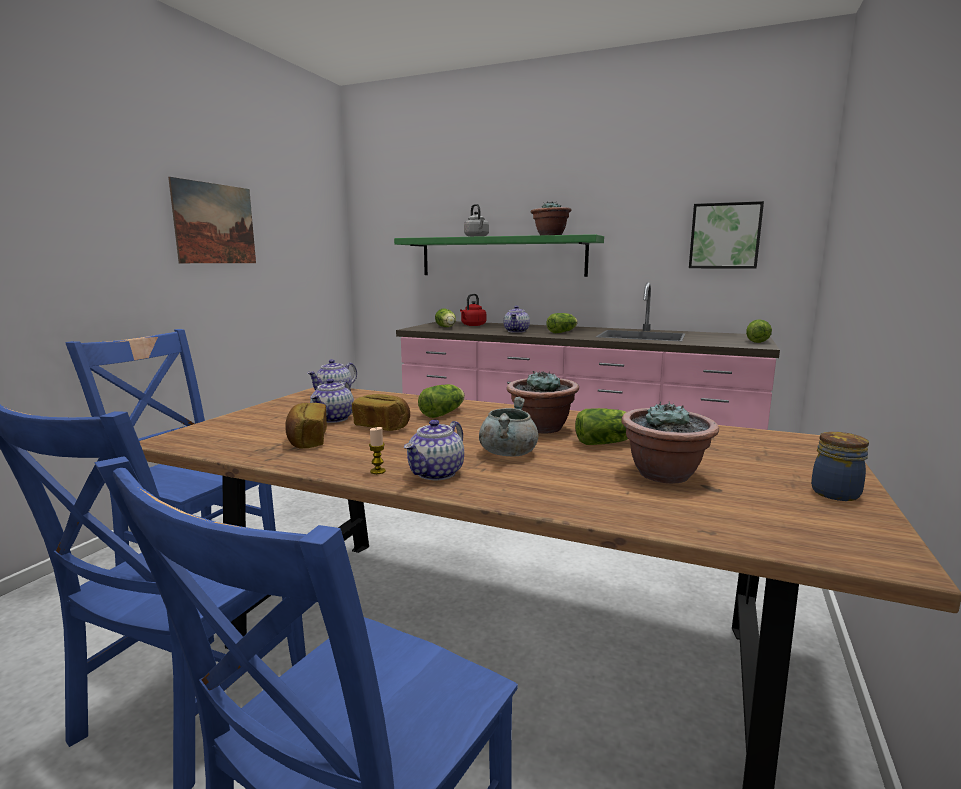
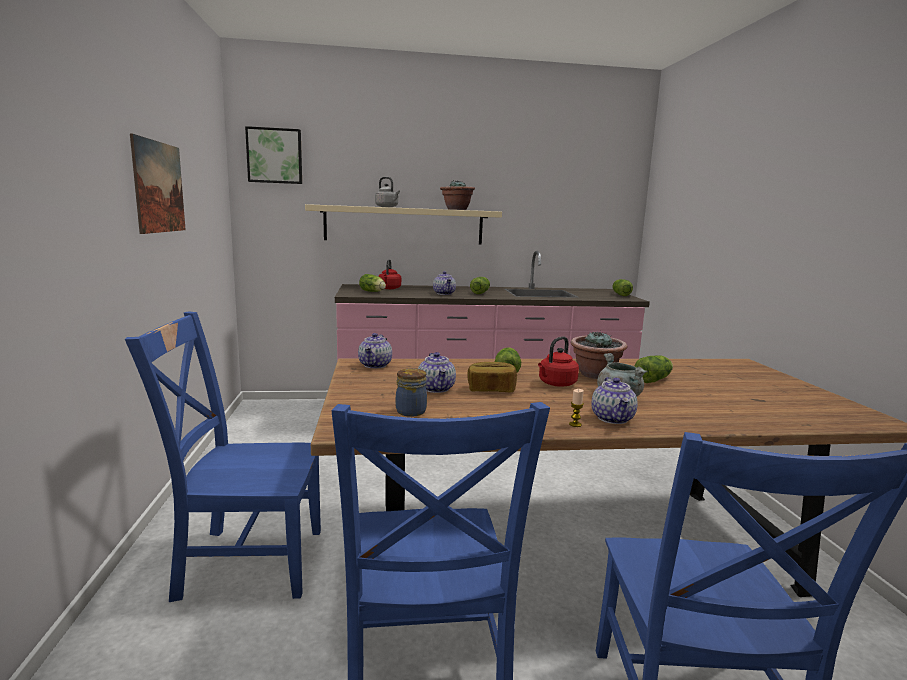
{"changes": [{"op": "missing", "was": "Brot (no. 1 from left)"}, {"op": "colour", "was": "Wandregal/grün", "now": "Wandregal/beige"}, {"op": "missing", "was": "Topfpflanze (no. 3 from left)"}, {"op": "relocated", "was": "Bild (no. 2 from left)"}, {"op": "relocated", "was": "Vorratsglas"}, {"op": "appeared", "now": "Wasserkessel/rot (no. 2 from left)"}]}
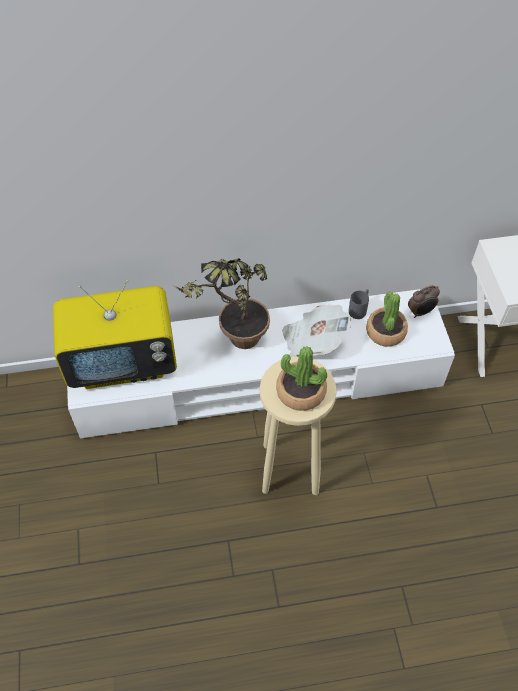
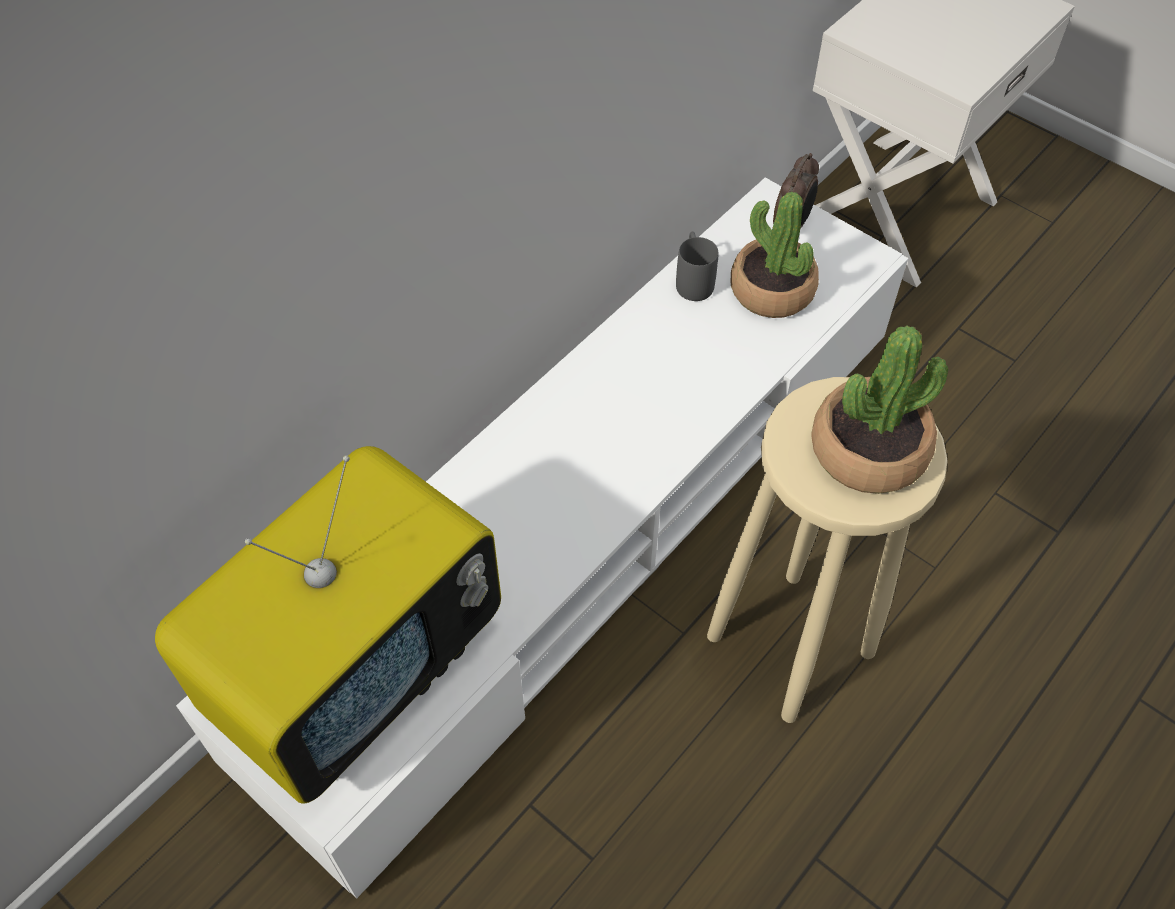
{"changes": [{"op": "missing", "was": "Topfpflanze (no. 1 from left)"}, {"op": "missing", "was": "Zeitung"}]}
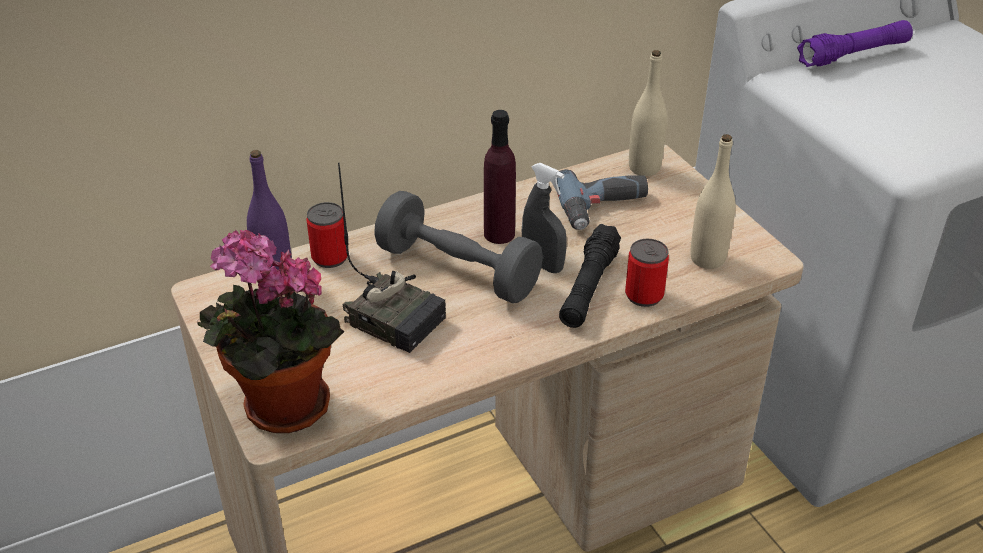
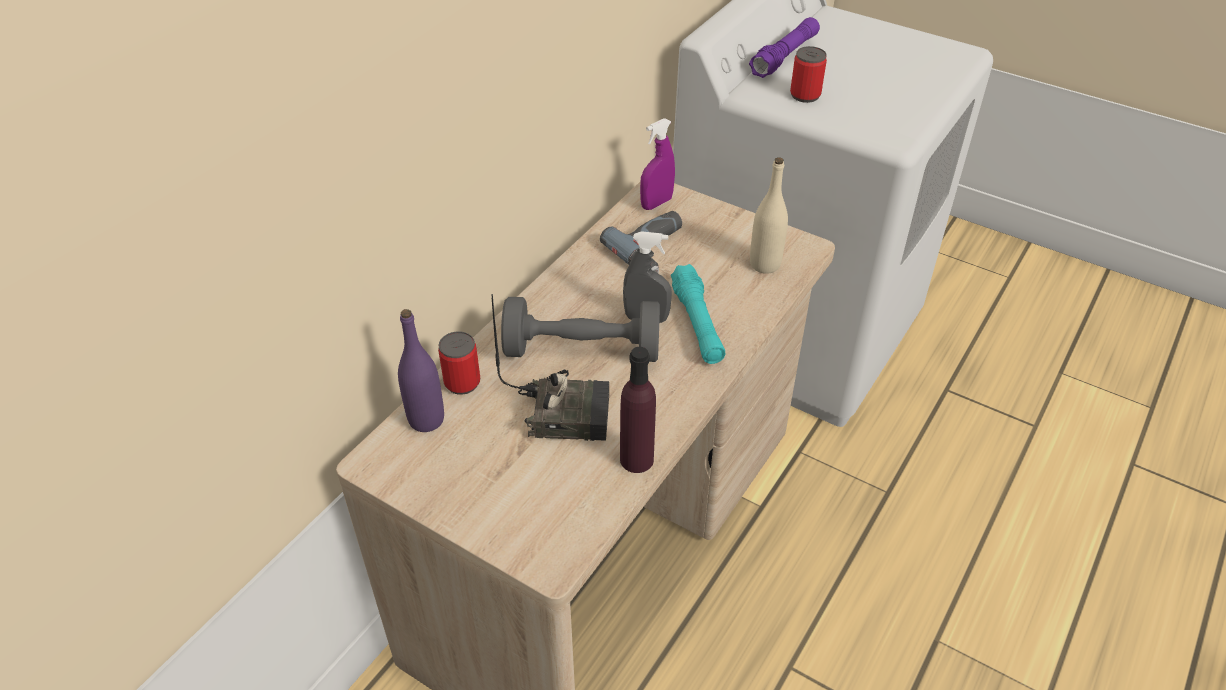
{"changes": [{"op": "missing", "was": "Topfpflanze"}, {"op": "relocated", "was": "Flasche/lila (no. 2 from left)"}, {"op": "colour", "was": "Taschenlampe/schwarz", "now": "Taschenlampe/türkis"}, {"op": "relocated", "was": "Dose (no. 2 from left)"}, {"op": "exchanged", "was": "Flasche/beige (no. 1 from left)", "now": "Sprühflasche/lila"}]}
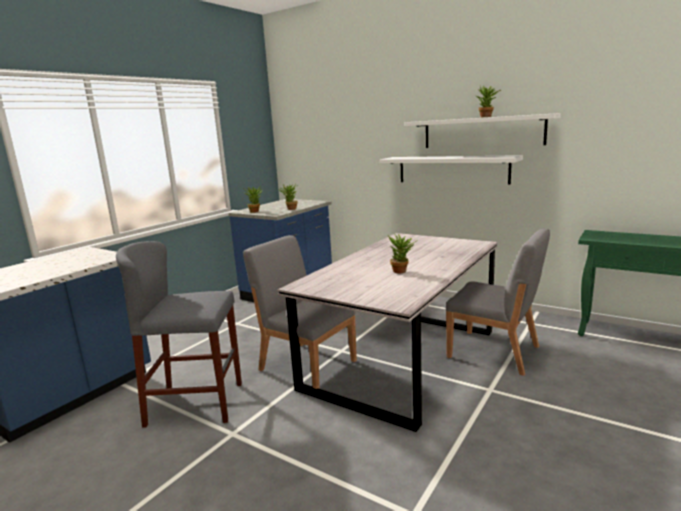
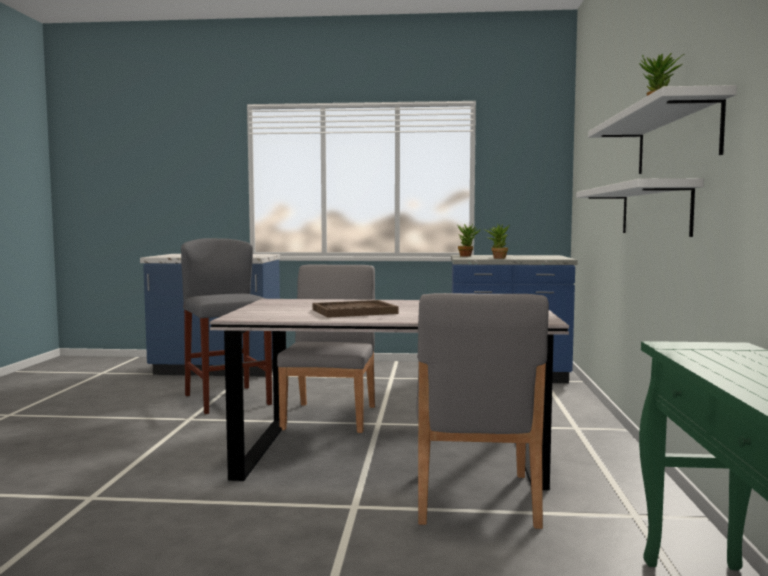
{"changes": [{"op": "exchanged", "was": "Topfpflanze (no. 3 from left)", "now": "Tablett/braun"}]}
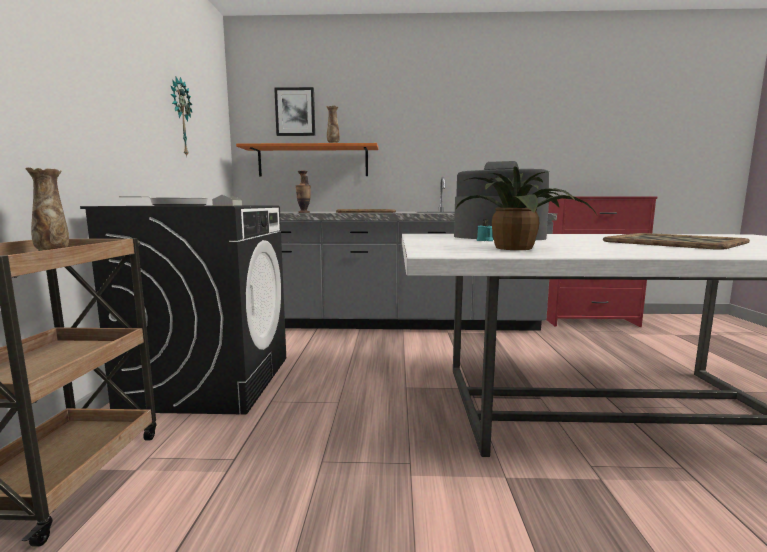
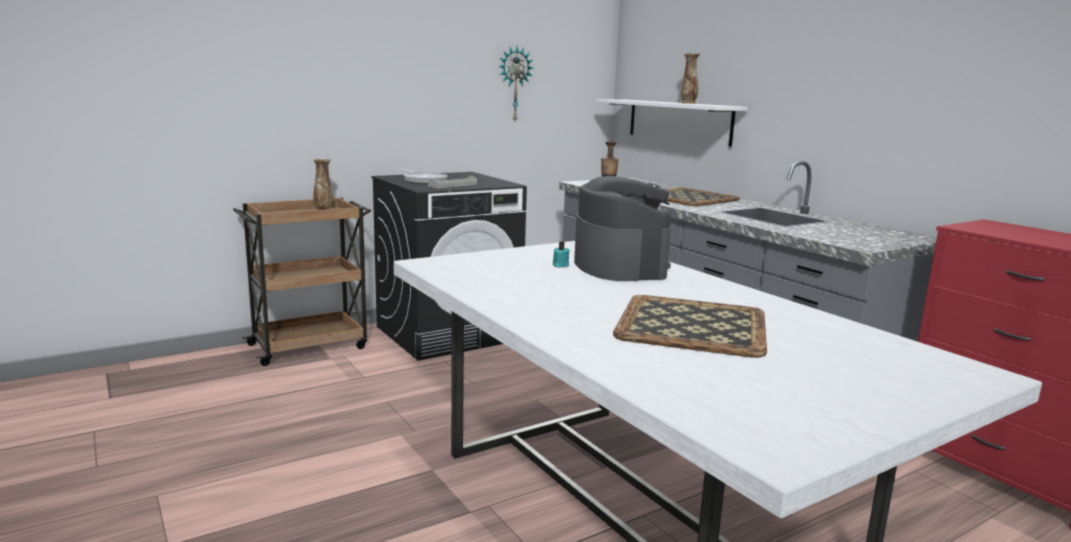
{"changes": [{"op": "colour", "was": "Wandregal/orange", "now": "Wandregal/weiß"}, {"op": "missing", "was": "Bild"}, {"op": "missing", "was": "Topfpflanze"}]}
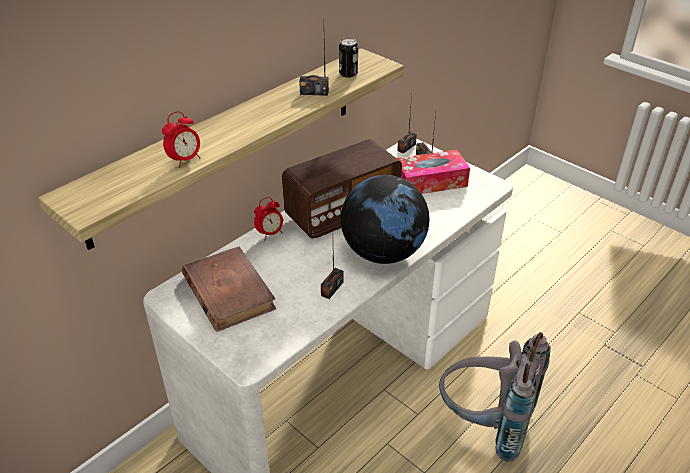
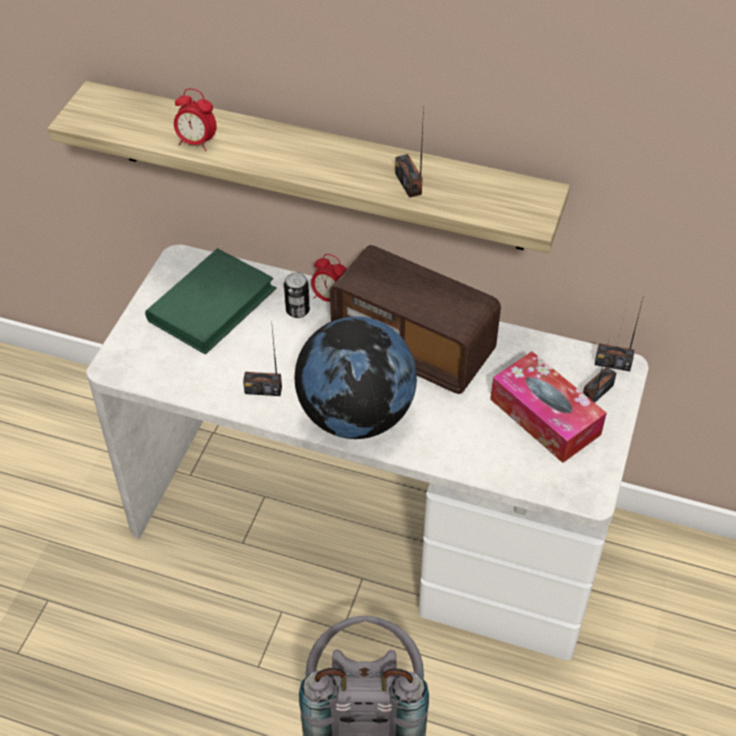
{"changes": [{"op": "colour", "was": "Buch/braun", "now": "Buch/grün"}, {"op": "relocated", "was": "Dose"}]}
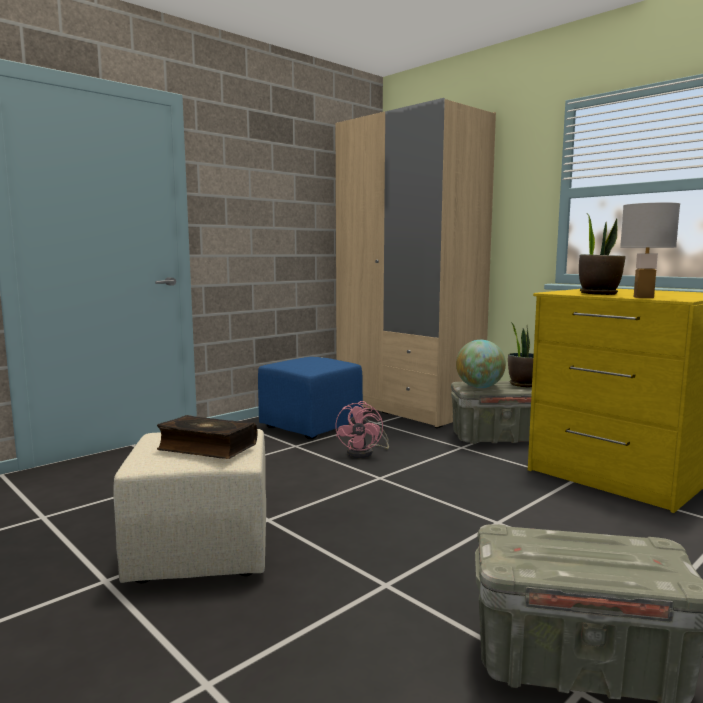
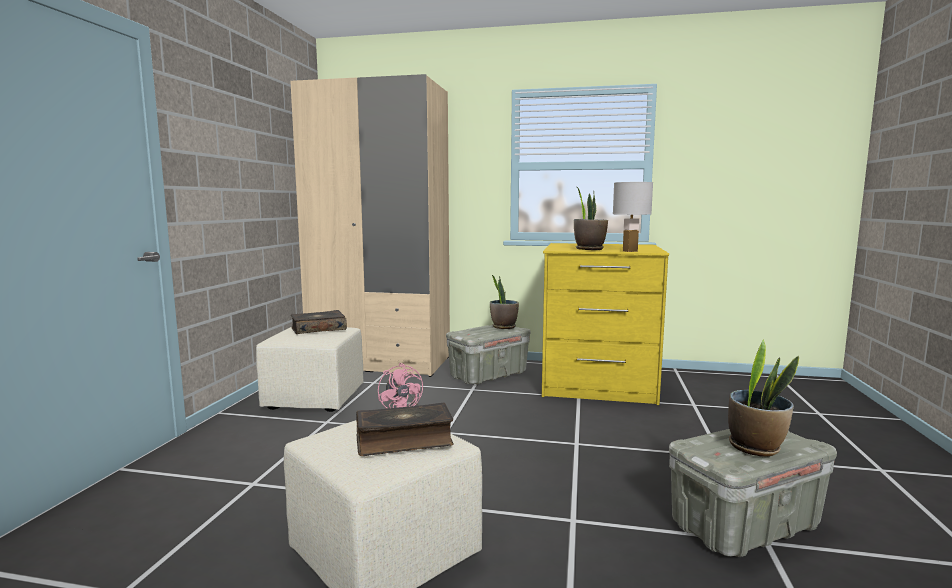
{"changes": [{"op": "colour", "was": "Polsterhocker/blau", "now": "Polsterhocker/beige (no. 1 from left)"}, {"op": "missing", "was": "Globus"}, {"op": "appeared", "now": "Buch (no. 1 from left)"}, {"op": "appeared", "now": "Topfpflanze (no. 3 from left)"}]}
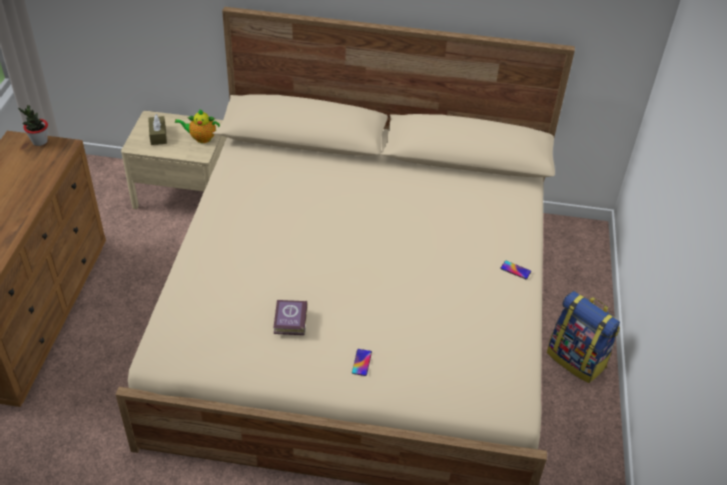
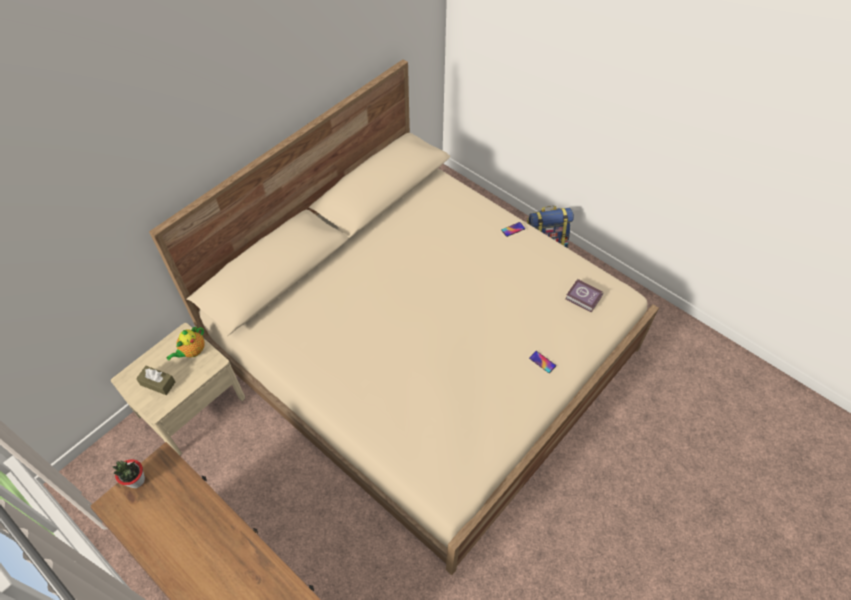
{"changes": [{"op": "relocated", "was": "Buch"}]}
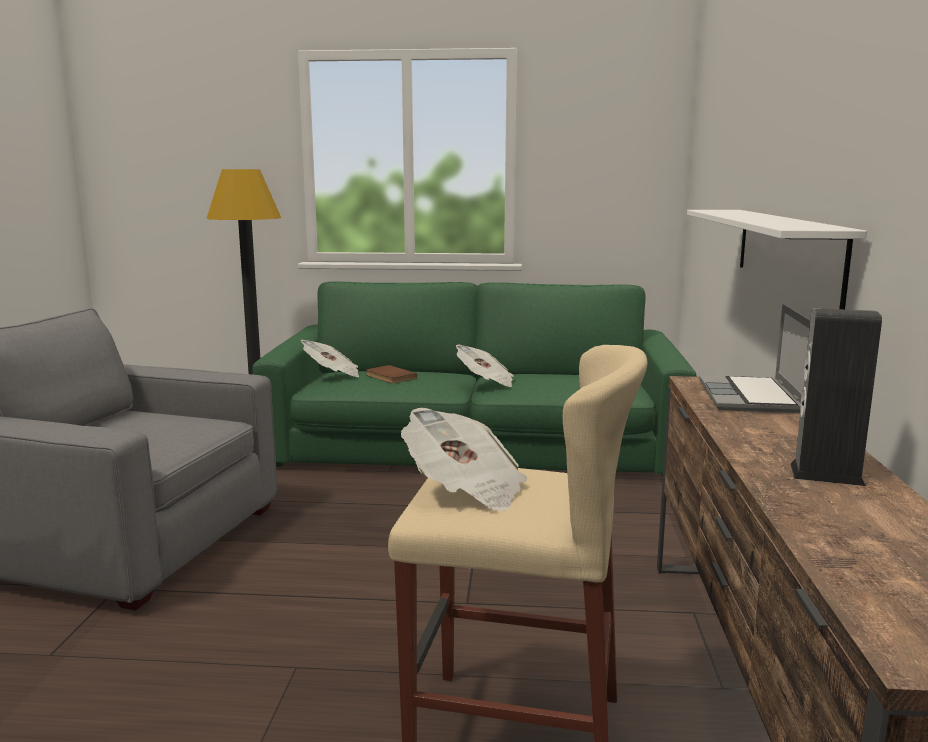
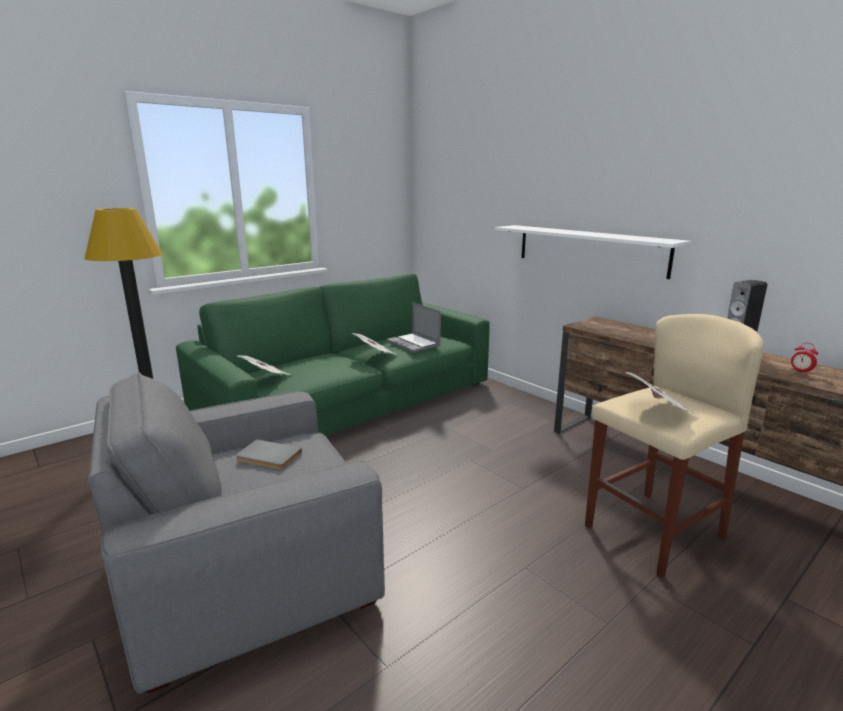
{"changes": [{"op": "missing", "was": "Buch/braun"}, {"op": "relocated", "was": "Laptop"}, {"op": "appeared", "now": "Buch/grau"}, {"op": "appeared", "now": "Wecker"}]}
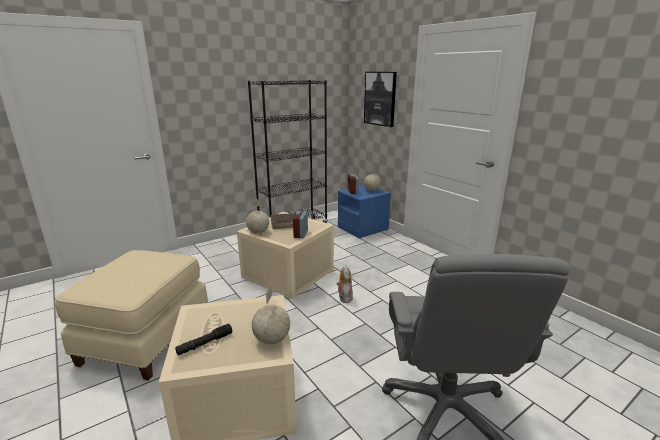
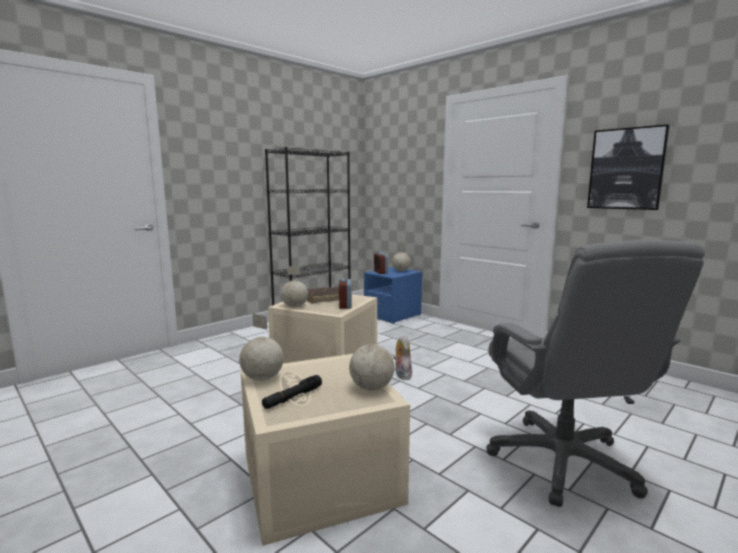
{"changes": [{"op": "missing", "was": "Polsterhocker/beige"}, {"op": "relocated", "was": "Bild"}, {"op": "appeared", "now": "Globus (no. 1 from left)"}]}
